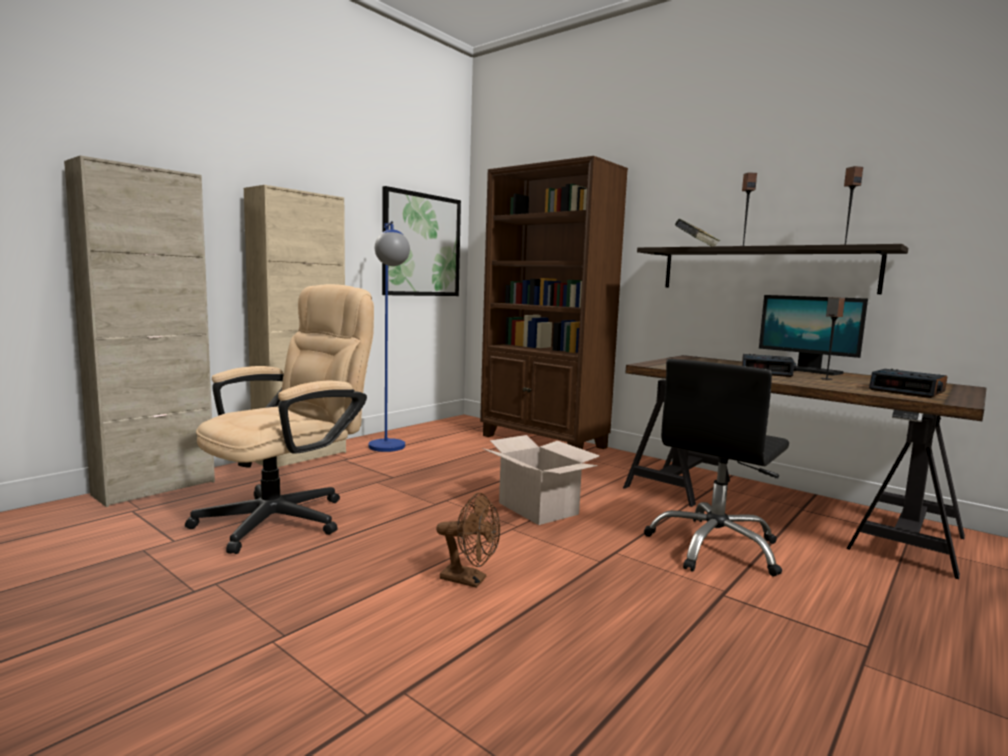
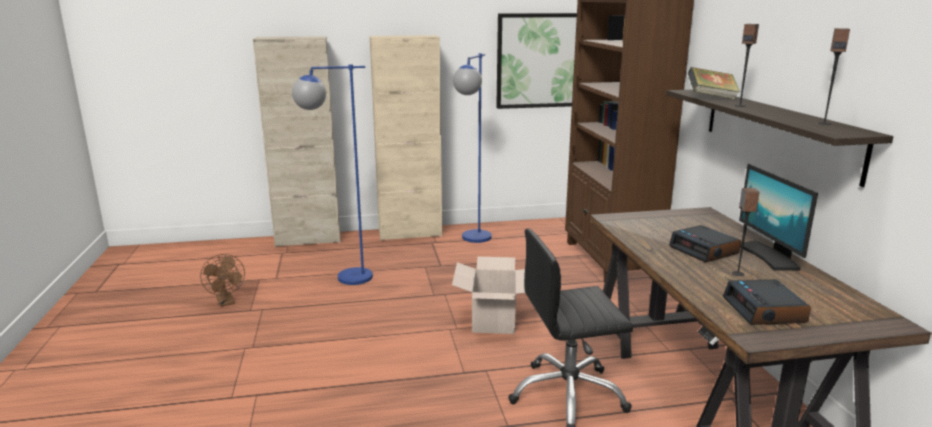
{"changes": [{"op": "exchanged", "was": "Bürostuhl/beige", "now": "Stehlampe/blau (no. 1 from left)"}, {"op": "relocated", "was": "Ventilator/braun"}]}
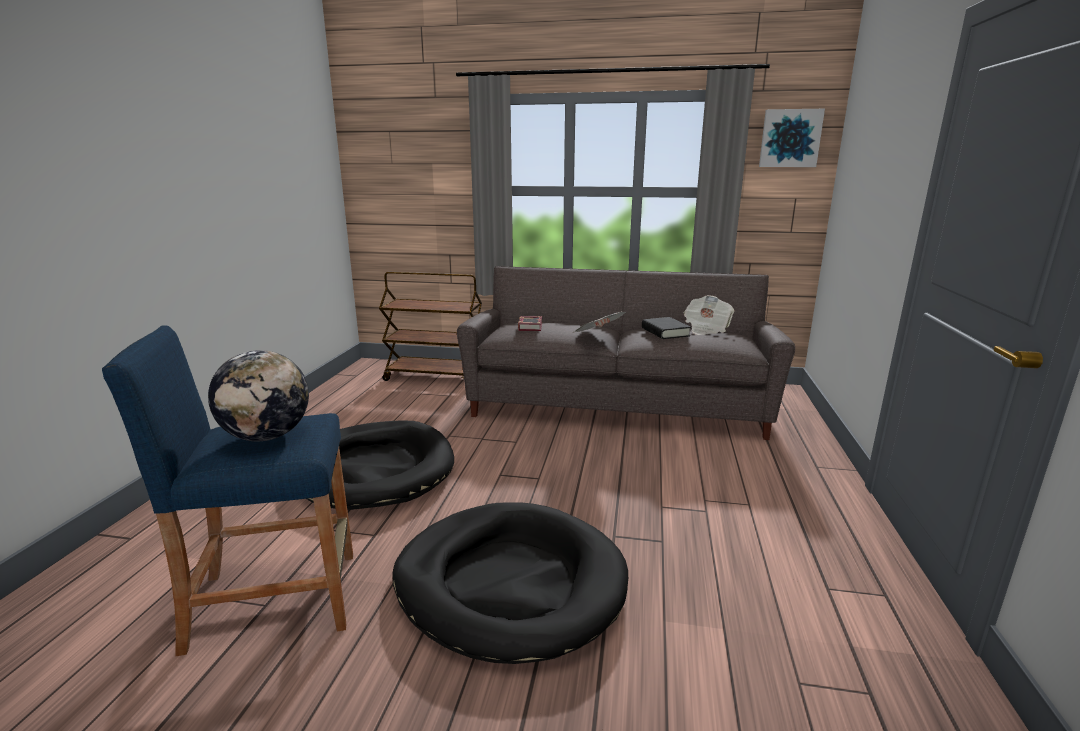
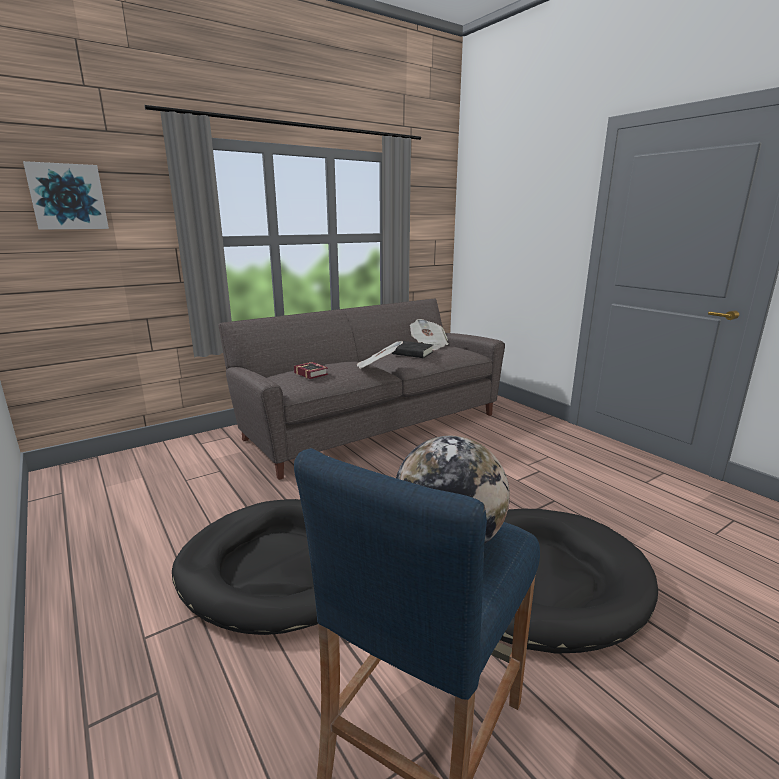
{"changes": [{"op": "missing", "was": "Rollwagen/braun"}, {"op": "relocated", "was": "Bild"}]}
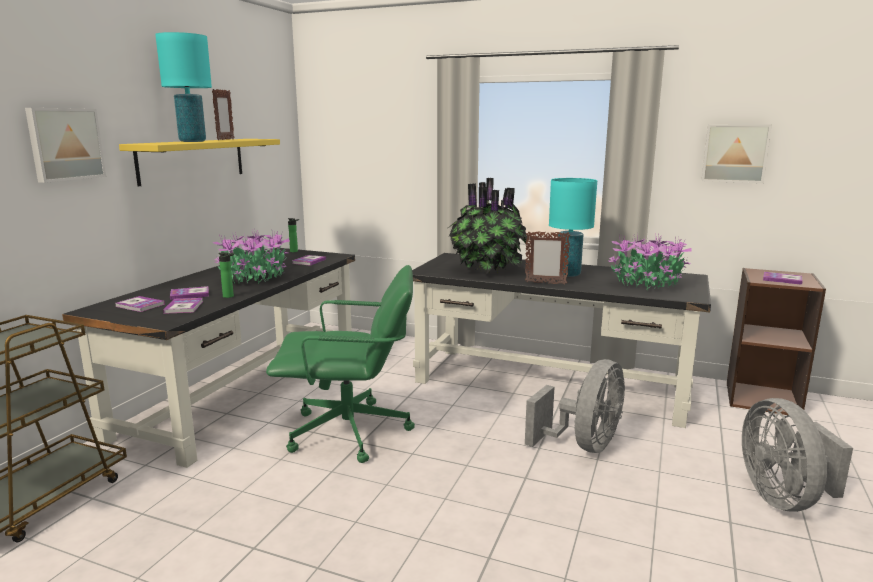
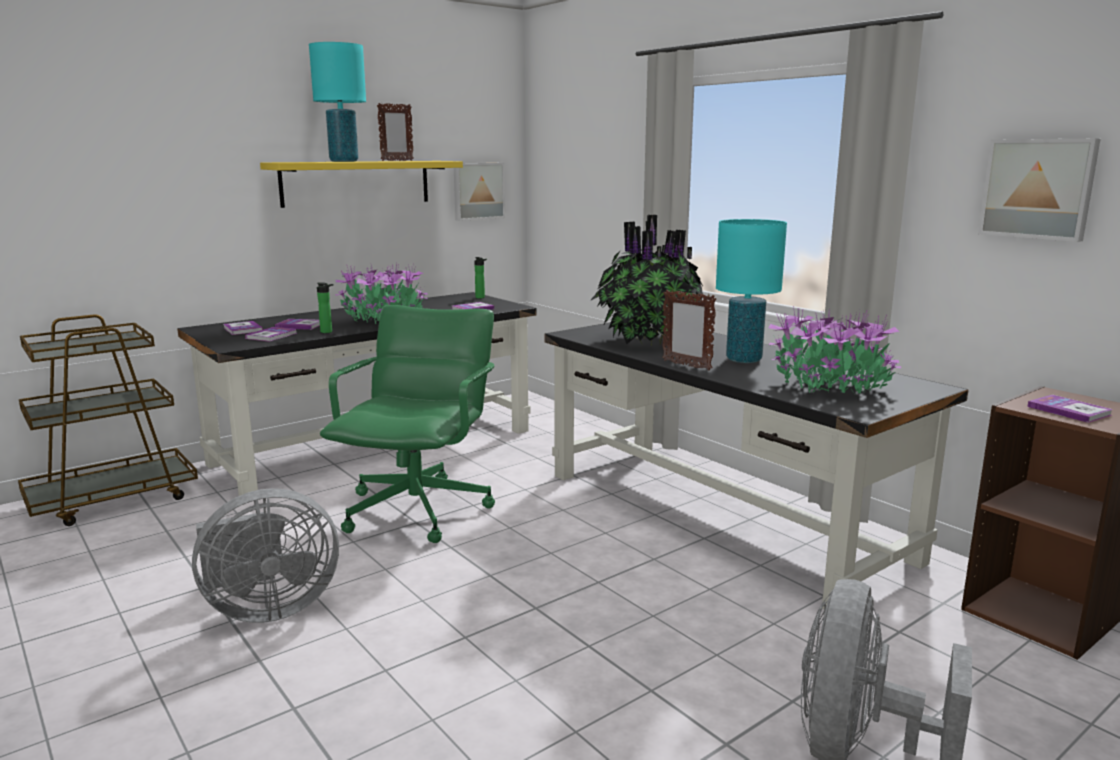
{"changes": [{"op": "relocated", "was": "Bild (no. 1 from left)"}, {"op": "spun", "was": "Bürostuhl/grün", "clockwise": -105}, {"op": "relocated", "was": "Ventilator/grau (no. 1 from left)"}]}
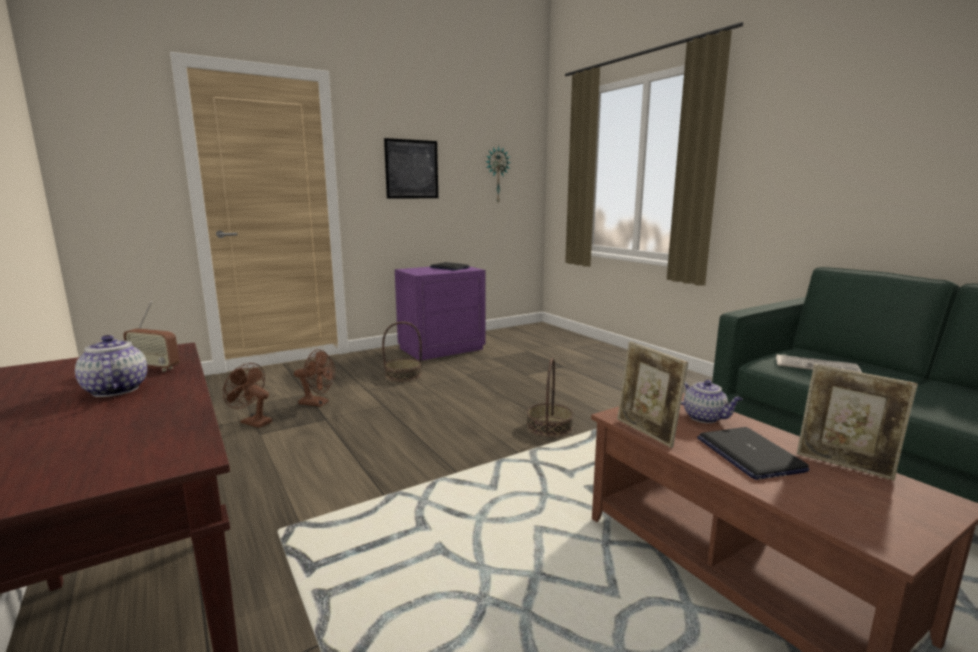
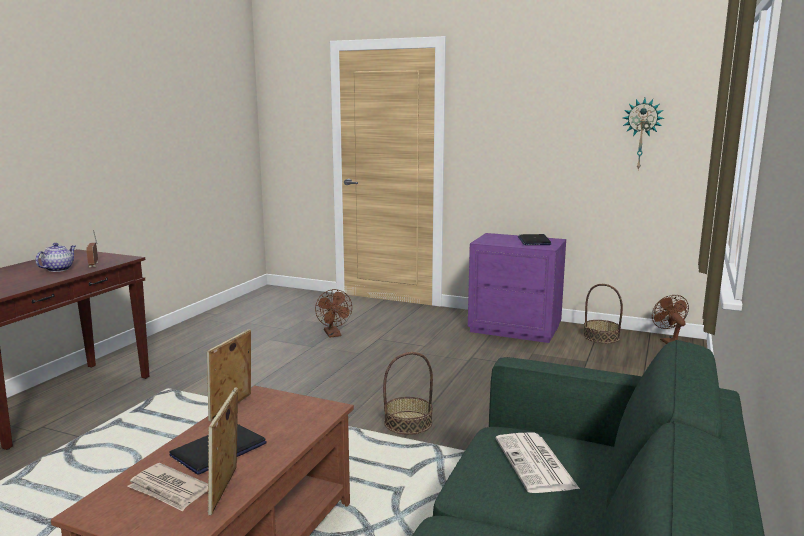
{"changes": [{"op": "relocated", "was": "Ventilator/braun (no. 1 from left in the first image)", "now": "Ventilator/braun (no. 2 from left)"}, {"op": "relocated", "was": "Korb (no. 1 from left in the first image)", "now": "Korb (no. 2 from left)"}, {"op": "missing", "was": "Bild"}, {"op": "missing", "was": "Teekanne (no. 2 from left)"}, {"op": "appeared", "now": "Zeitung (no. 1 from left)"}]}
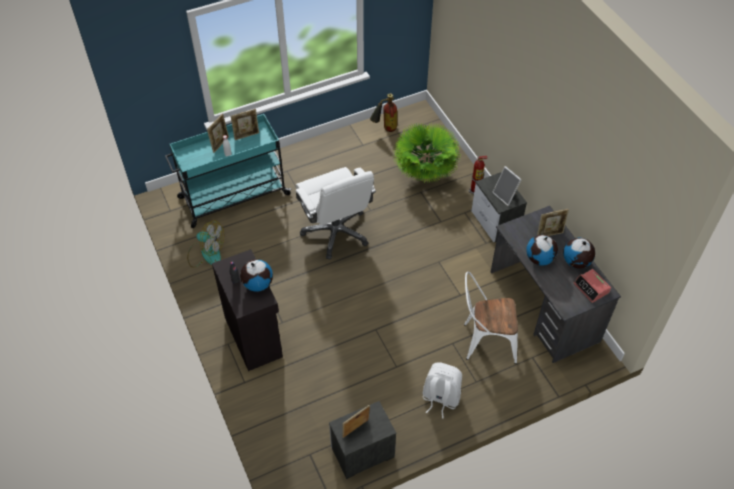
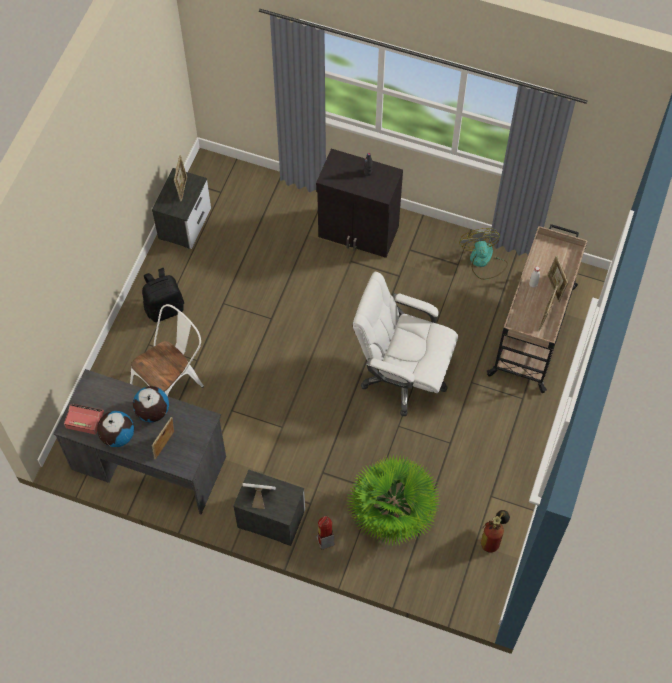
{"changes": [{"op": "colour", "was": "Rollwagen/türkis", "now": "Rollwagen/beige"}, {"op": "spun", "was": "Ventilator", "clockwise": 105}, {"op": "missing", "was": "Globus (no. 1 from left)"}, {"op": "colour", "was": "Rucksack/weiß", "now": "Rucksack/schwarz"}]}
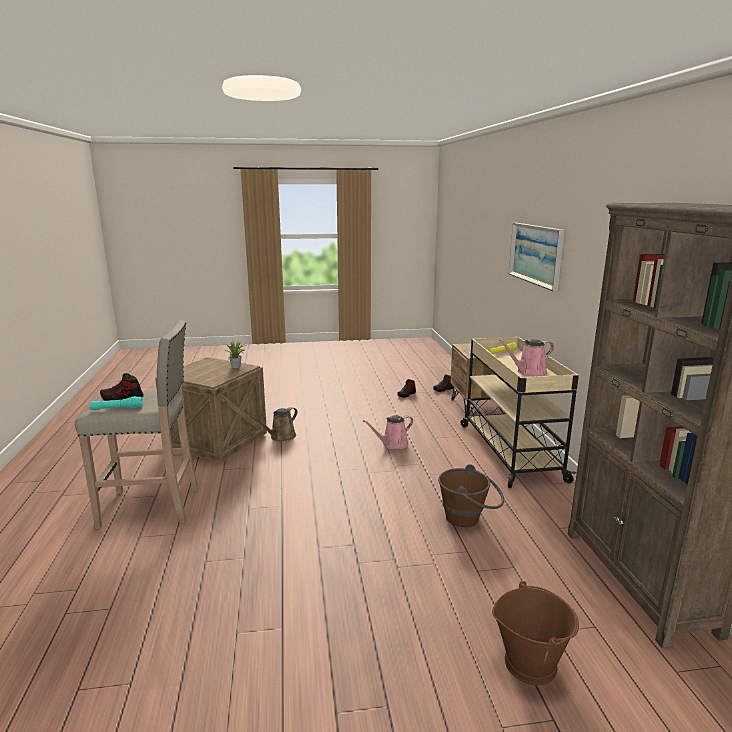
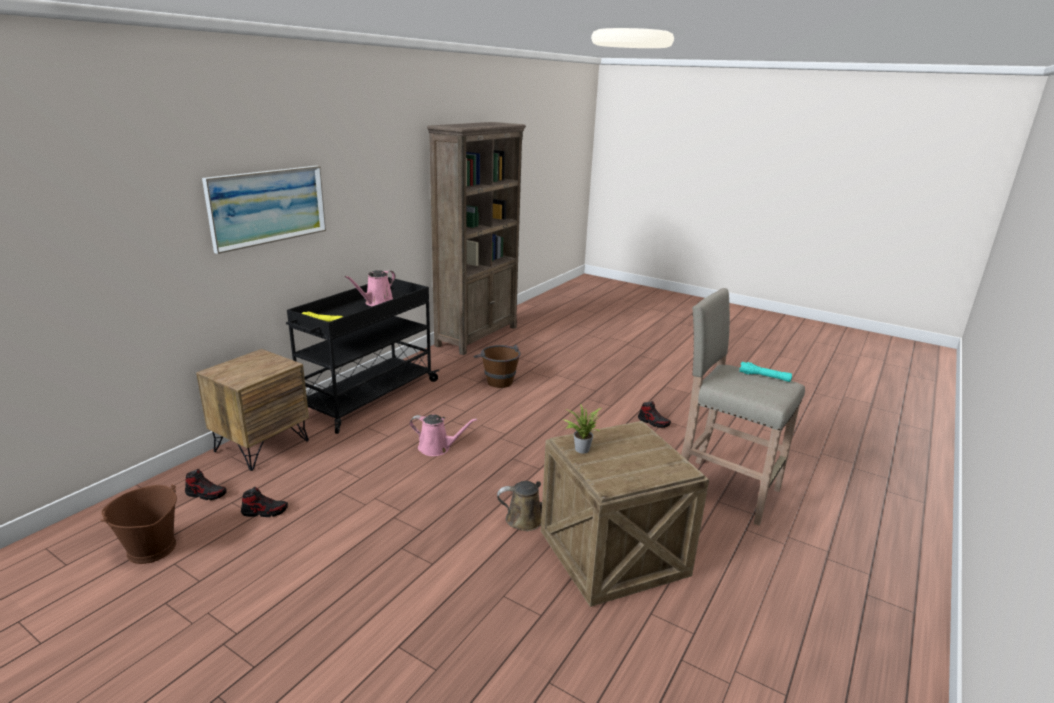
{"changes": [{"op": "relocated", "was": "Schuh (no. 1 from left in the first image)", "now": "Schuh (no. 3 from left)"}, {"op": "colour", "was": "Rollwagen/beige", "now": "Rollwagen/schwarz"}, {"op": "relocated", "was": "Eimer/braun (no. 2 from left in the first image)", "now": "Eimer/braun (no. 1 from left)"}, {"op": "spun", "was": "Gießkanne/rosa (no. 2 from left in the first image)", "clockwise": 105}]}
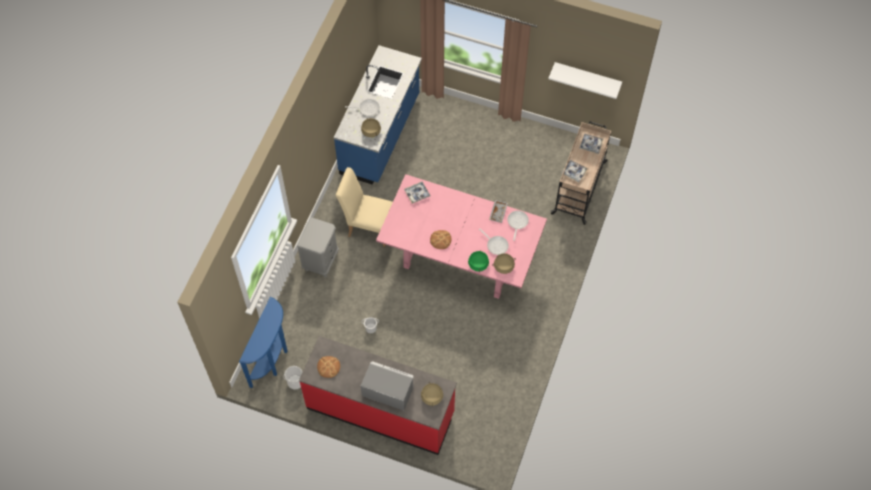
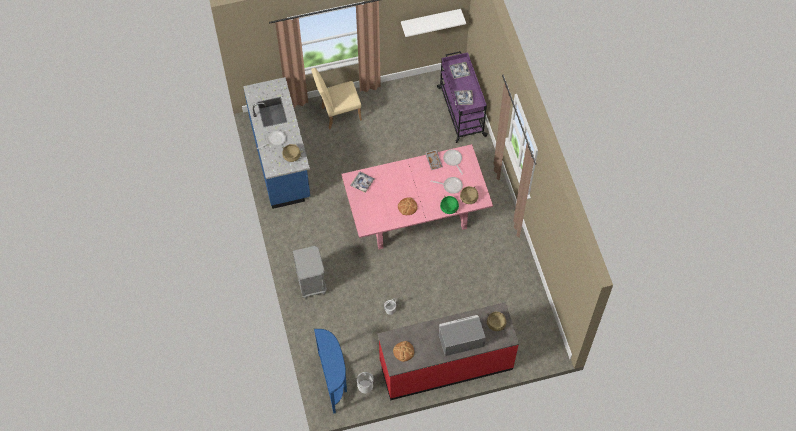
{"changes": [{"op": "relocated", "was": "Stuhl/beige"}, {"op": "colour", "was": "Rollwagen/beige", "now": "Rollwagen/lila"}]}
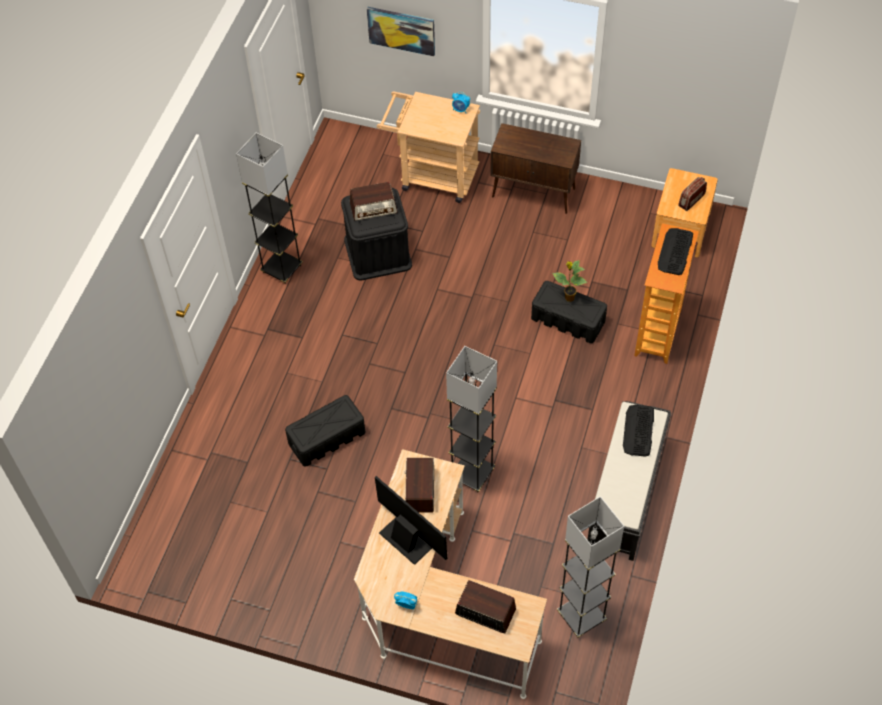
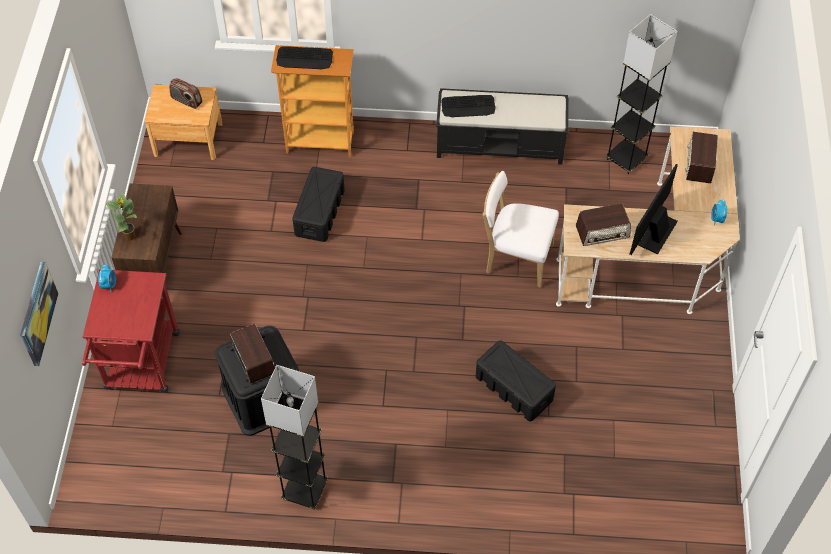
{"changes": [{"op": "colour", "was": "Rollwagen/beige", "now": "Rollwagen/rot"}, {"op": "exchanged", "was": "Stehlampe/grau (no. 2 from left)", "now": "Stuhl/weiß"}, {"op": "relocated", "was": "Topfpflanze"}]}
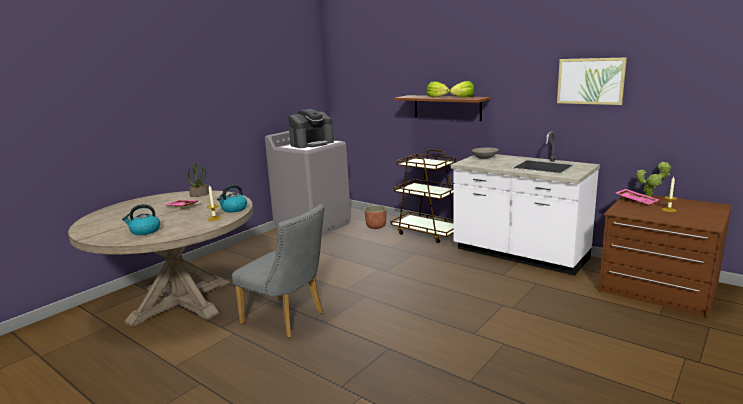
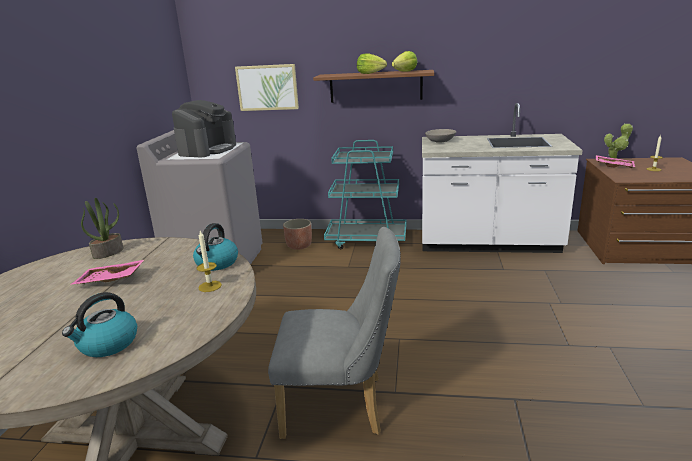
{"changes": [{"op": "colour", "was": "Rollwagen/braun", "now": "Rollwagen/türkis"}, {"op": "relocated", "was": "Bild"}]}
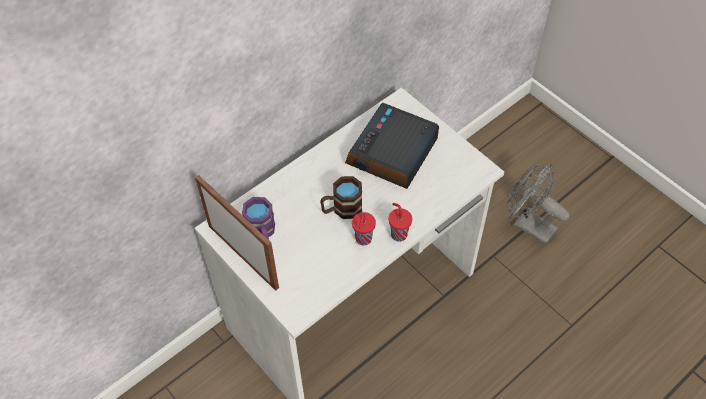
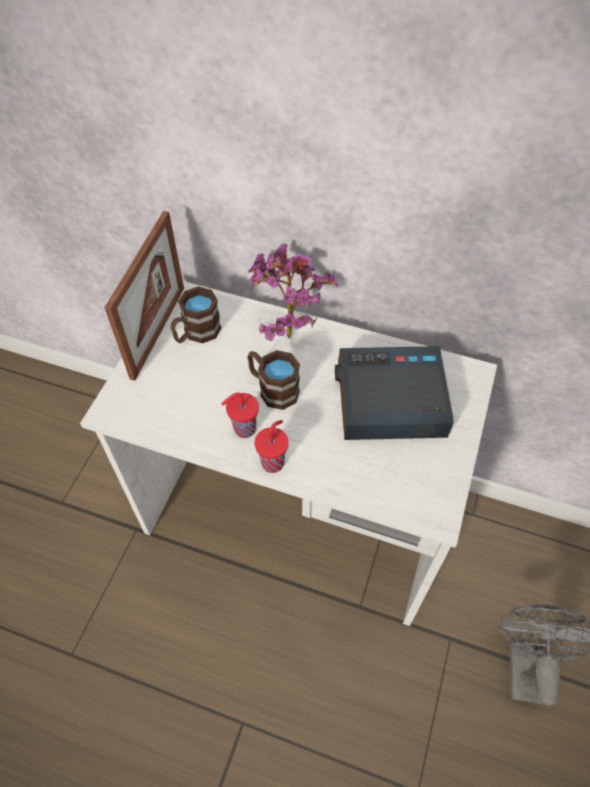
{"changes": [{"op": "colour", "was": "Henkelbecher/lila", "now": "Henkelbecher/braun (no. 1 from left)"}, {"op": "appeared", "now": "Topfpflanze"}]}
